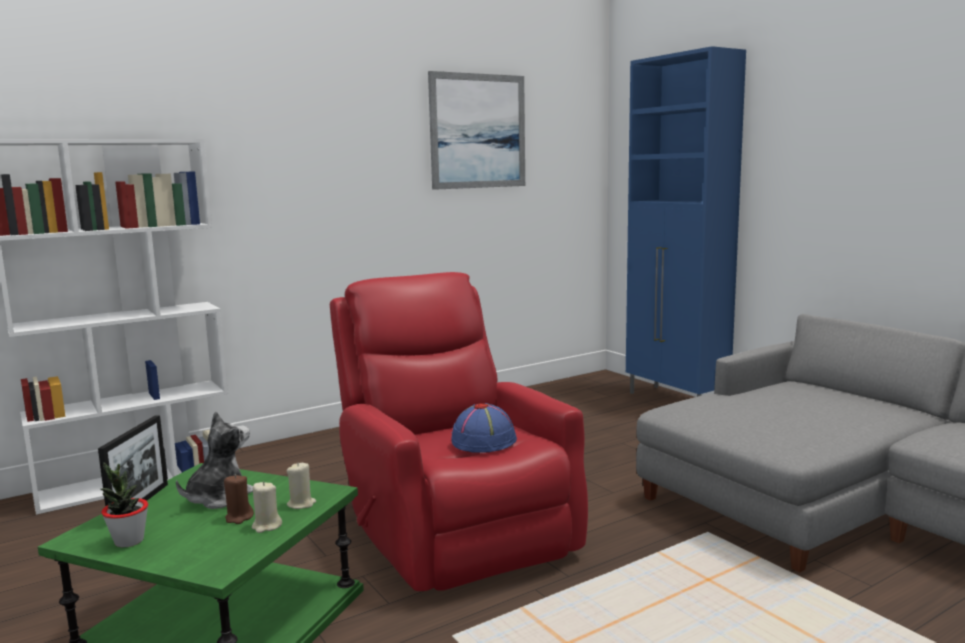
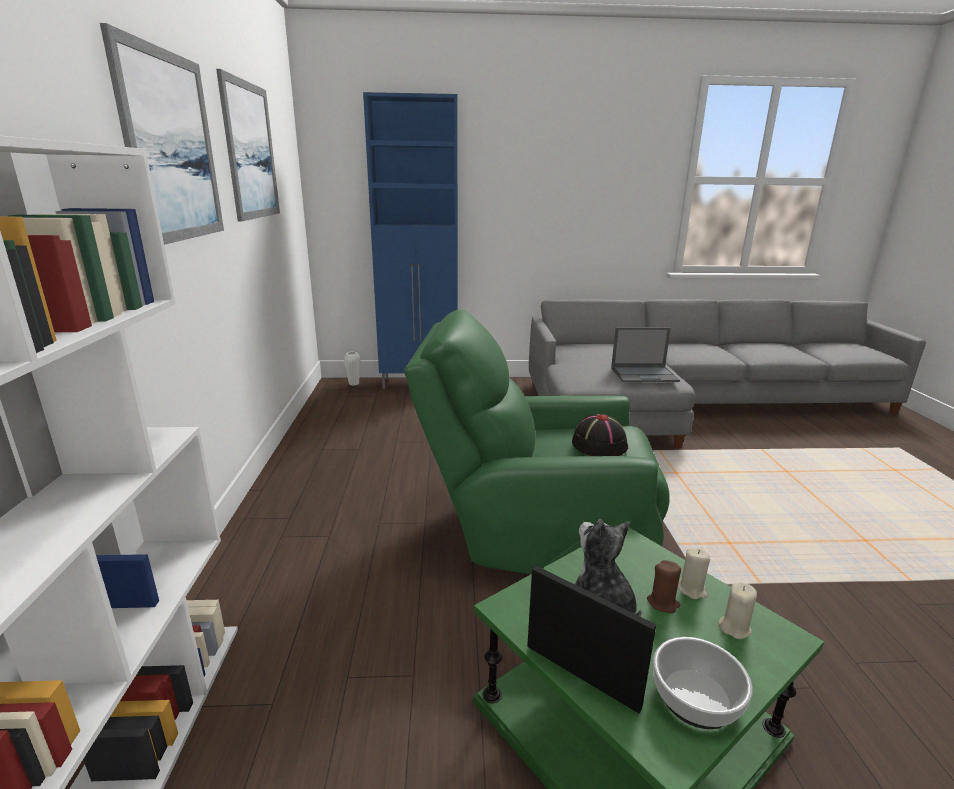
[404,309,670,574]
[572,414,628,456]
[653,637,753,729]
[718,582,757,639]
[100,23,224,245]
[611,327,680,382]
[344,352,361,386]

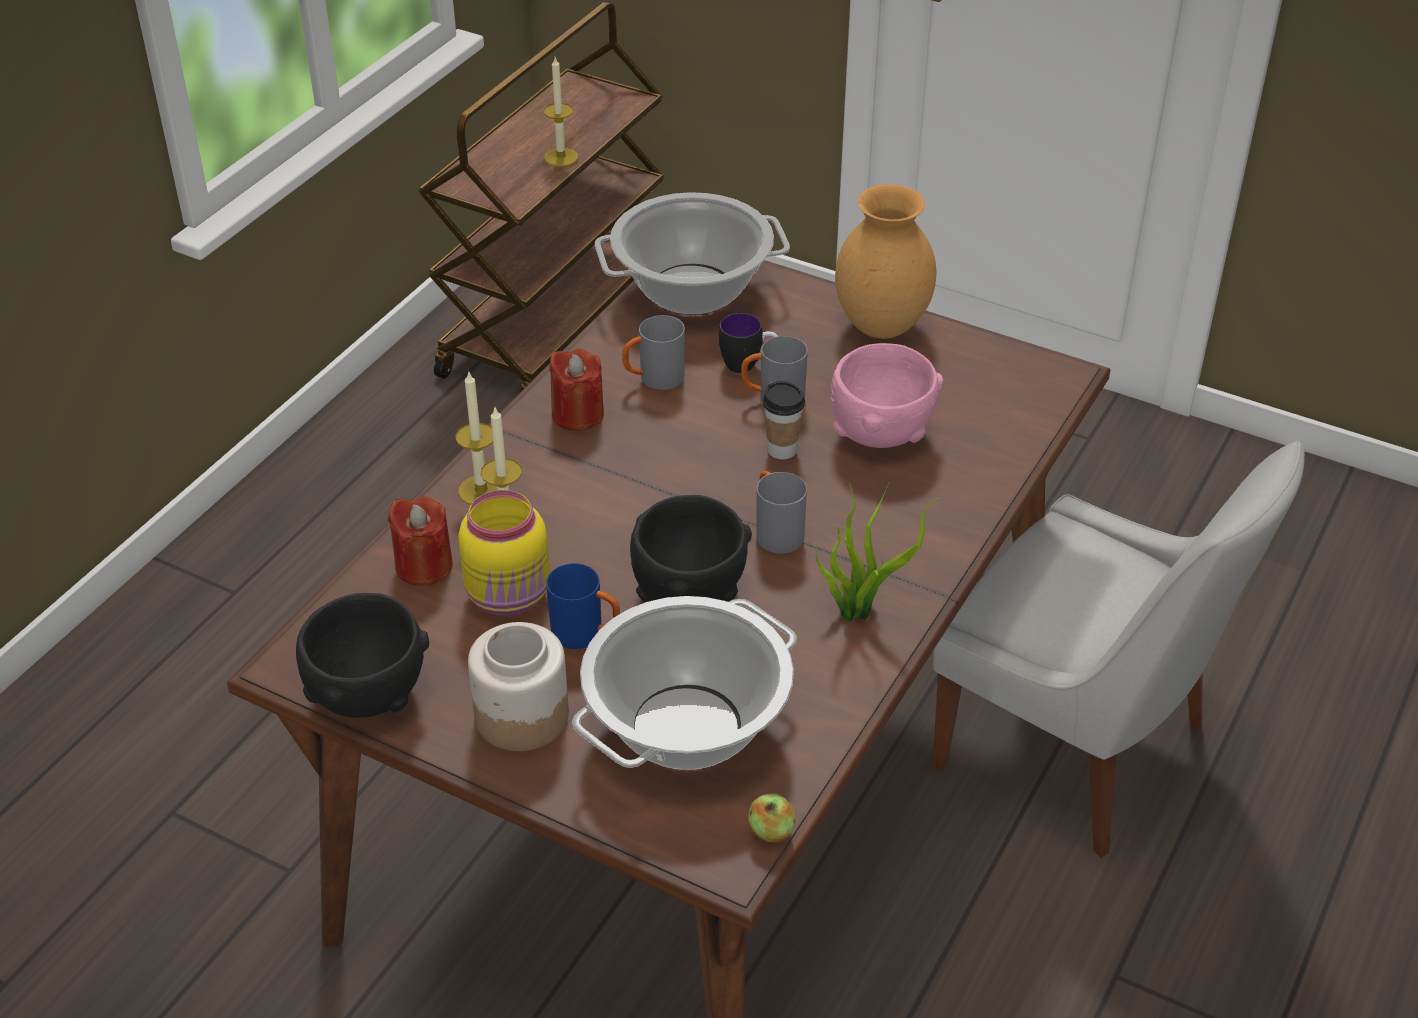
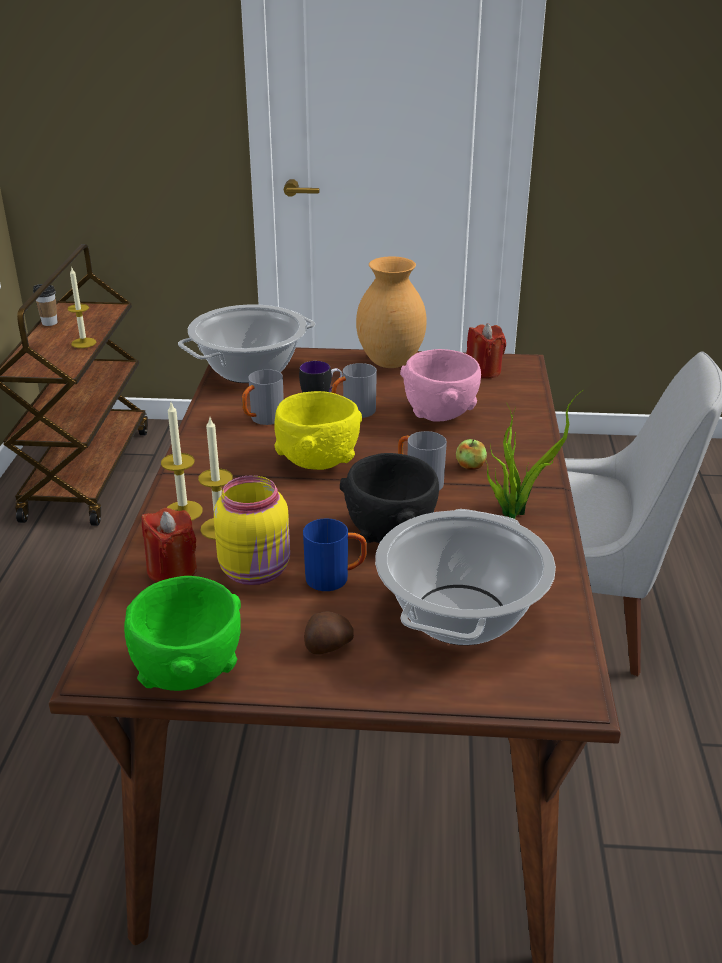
[466,324,506,379]
[33,284,58,326]
[124,576,241,691]
[304,611,354,655]
[456,439,487,470]
[274,391,362,470]

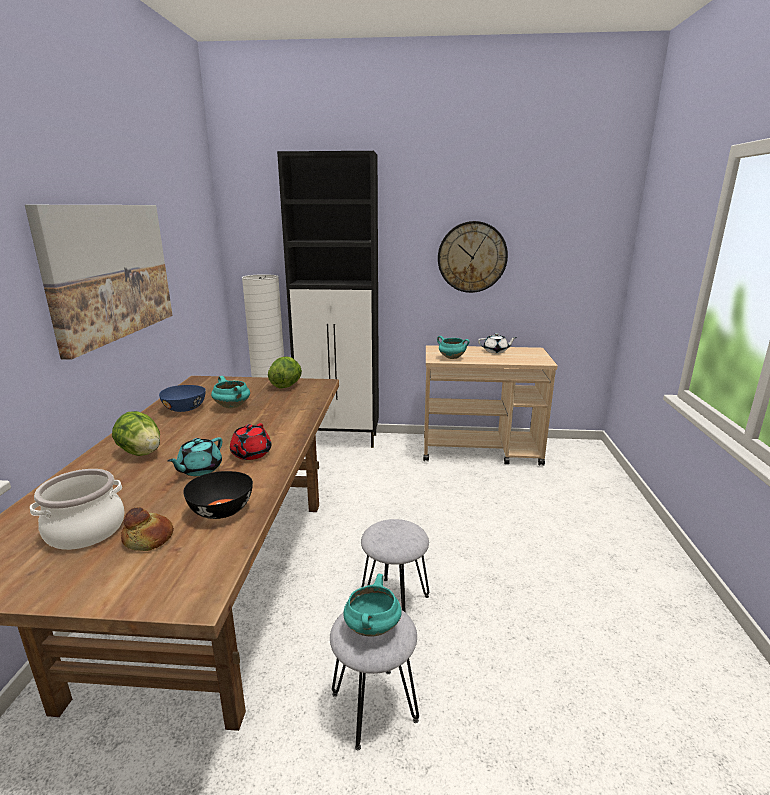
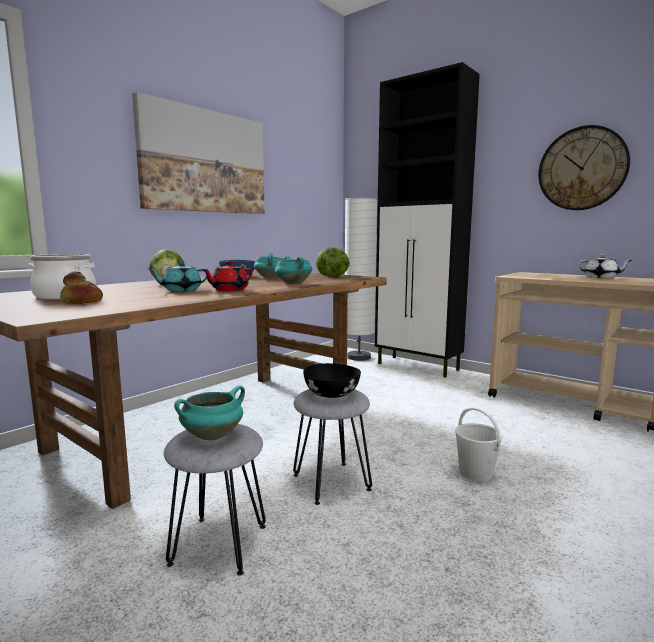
[275,256,312,284]
[303,363,361,398]
[455,406,503,481]

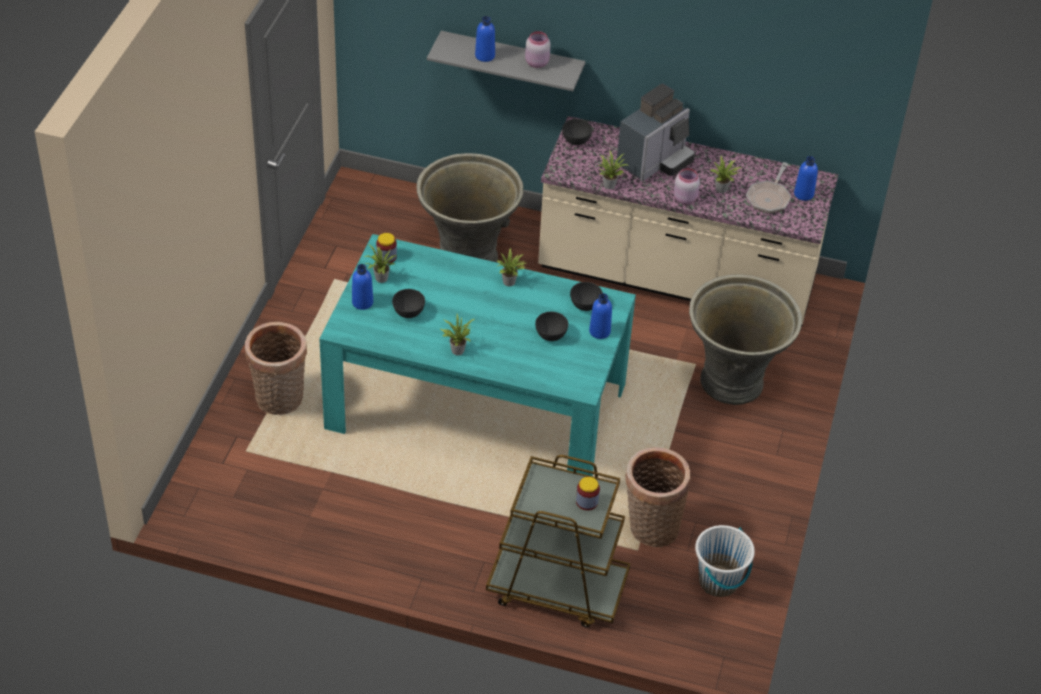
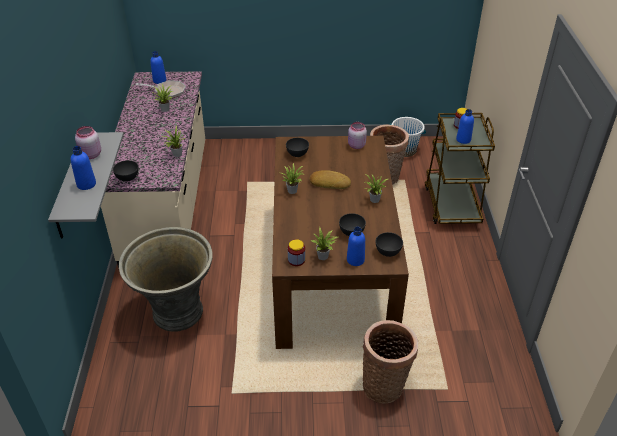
[617,83,695,181] (first image)
[348,122,367,149]
[272,136,409,349]
[689,274,802,405] (first image)
[456,109,474,144]
[376,232,403,257]
[309,170,351,189]

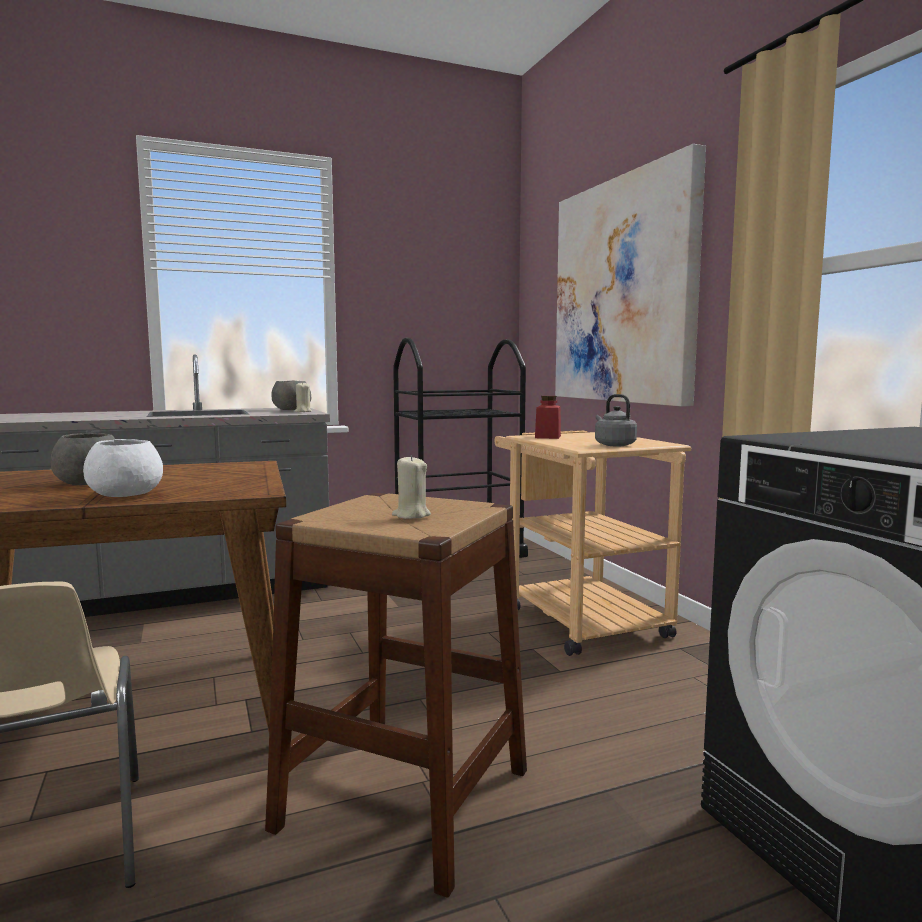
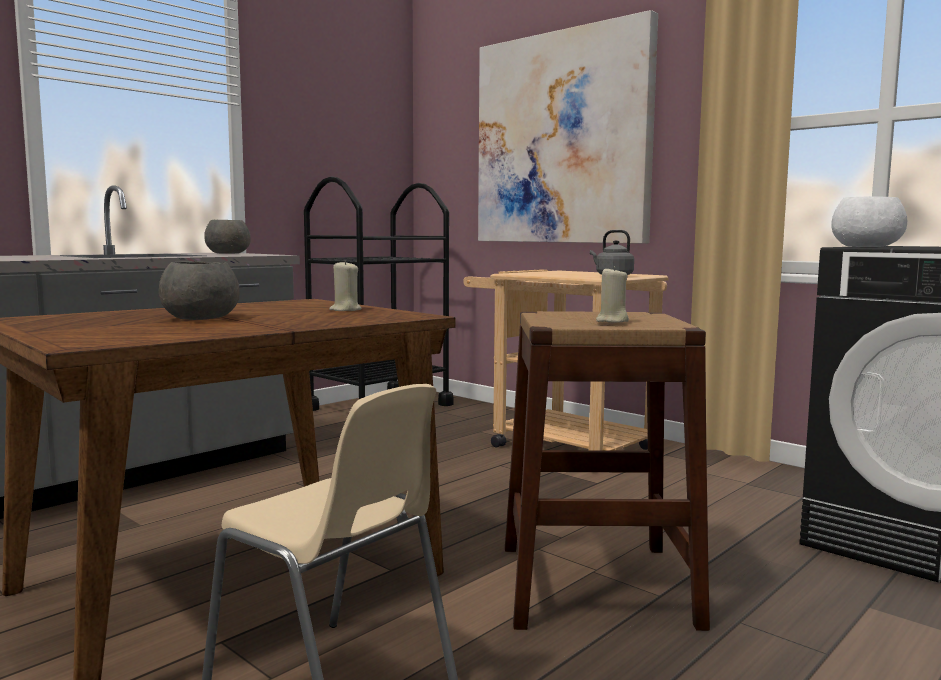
[329,260,362,311]
[535,396,561,439] (first image)
[831,196,907,247]

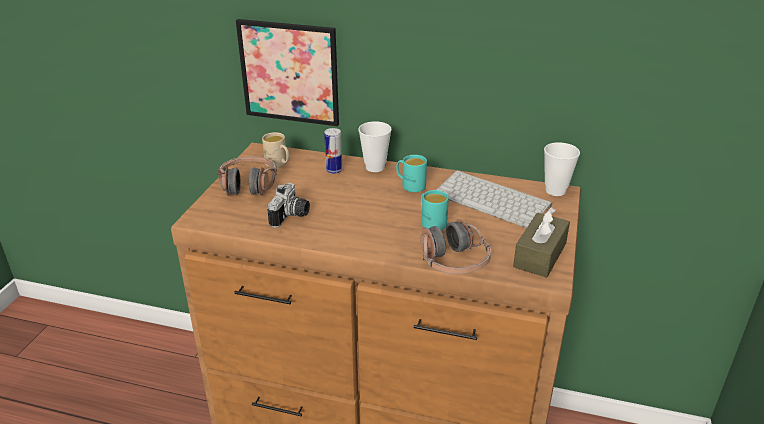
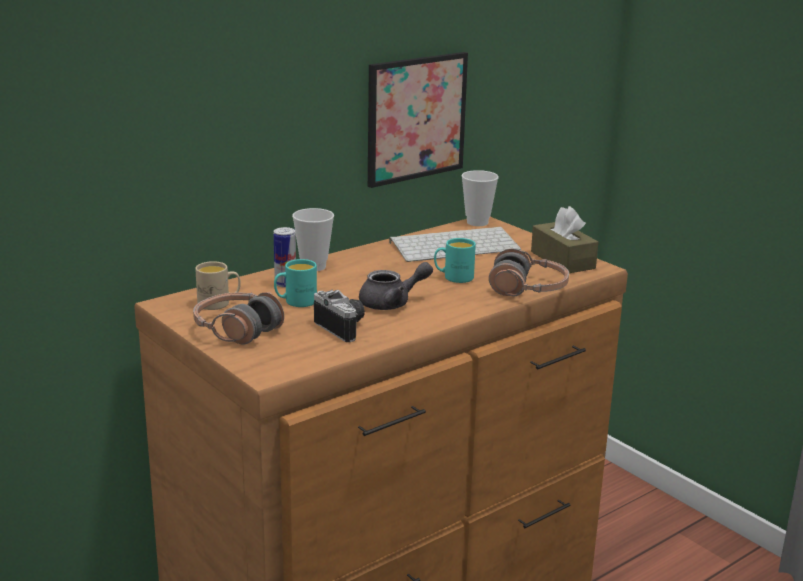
[368,52,468,188]
[274,259,317,307]
[359,262,433,310]

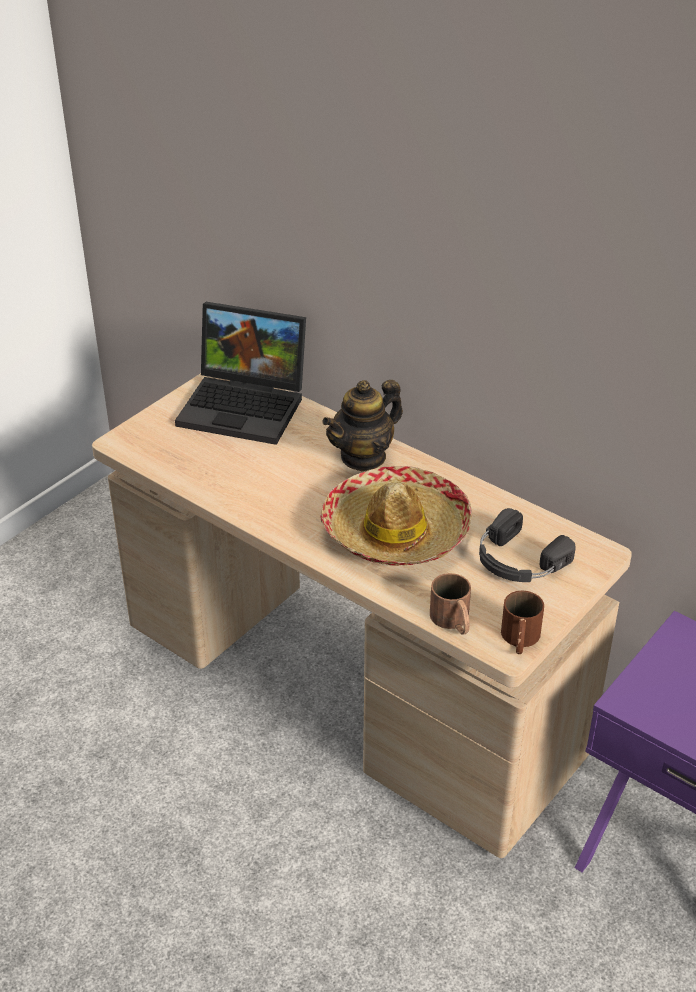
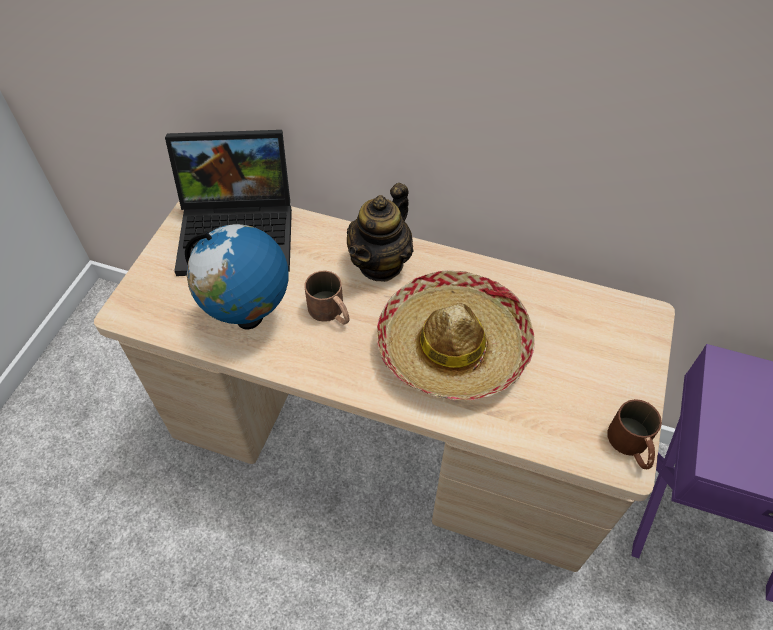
[479,508,575,582] (first image)
[305,270,350,325]
[185,224,289,330]

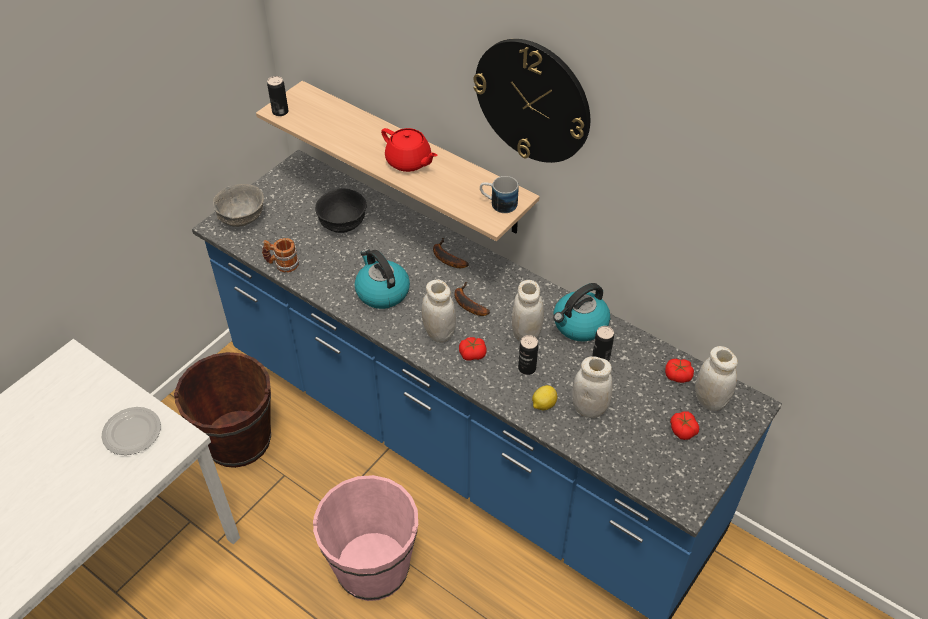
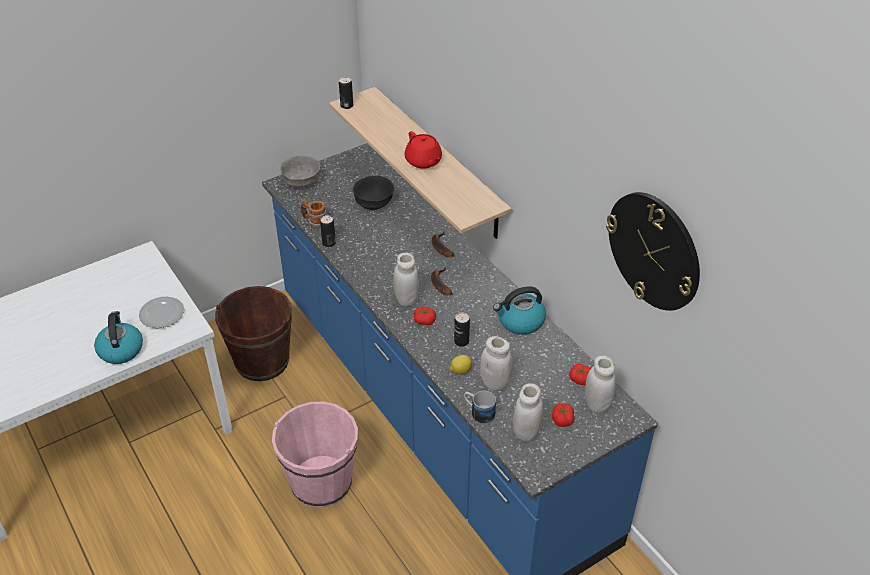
[606,192,700,311]
[464,391,496,424]
[94,311,143,364]
[513,383,543,442]
[320,215,336,247]

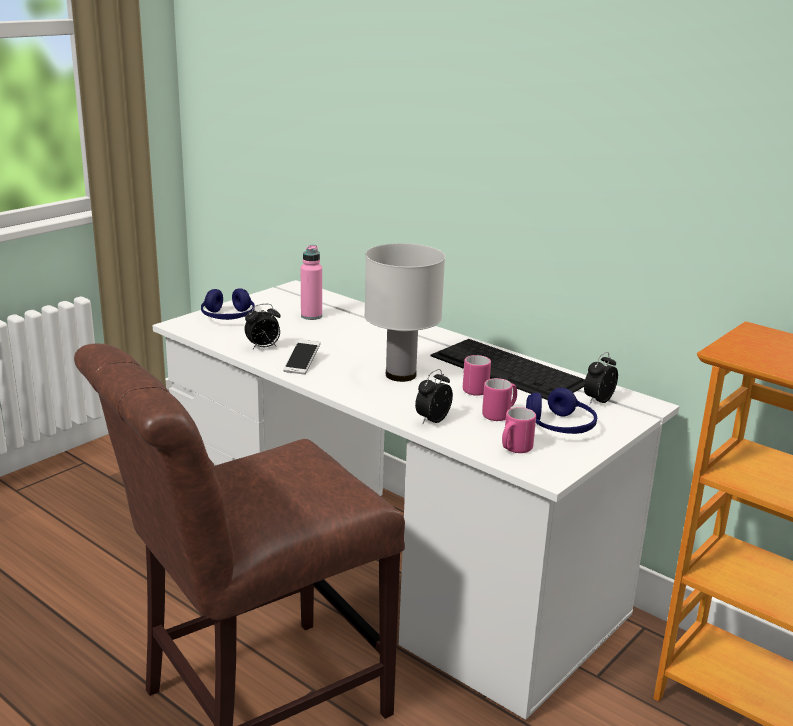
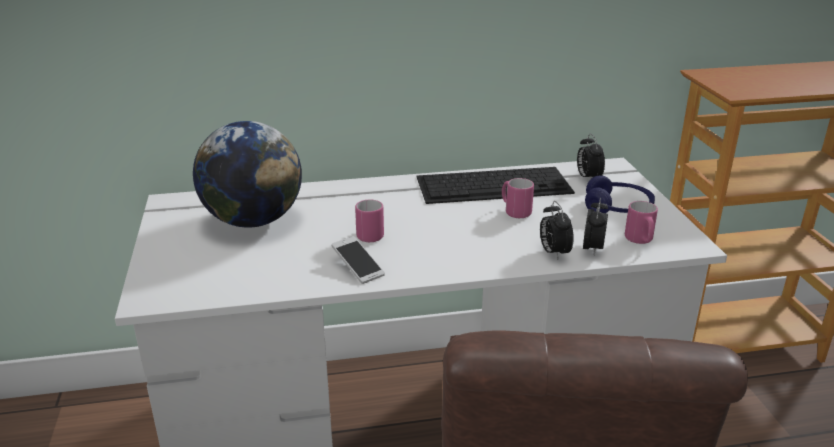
[364,243,445,382] (first image)
[193,121,302,228]
[201,288,255,320] (first image)
[583,198,608,255]
[355,200,384,242]

